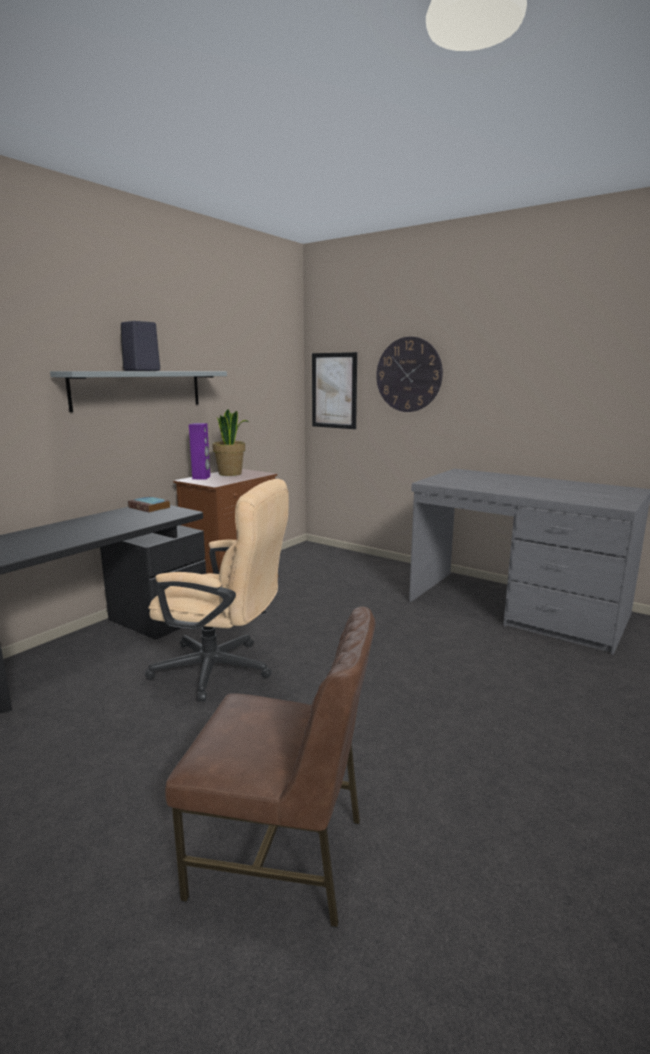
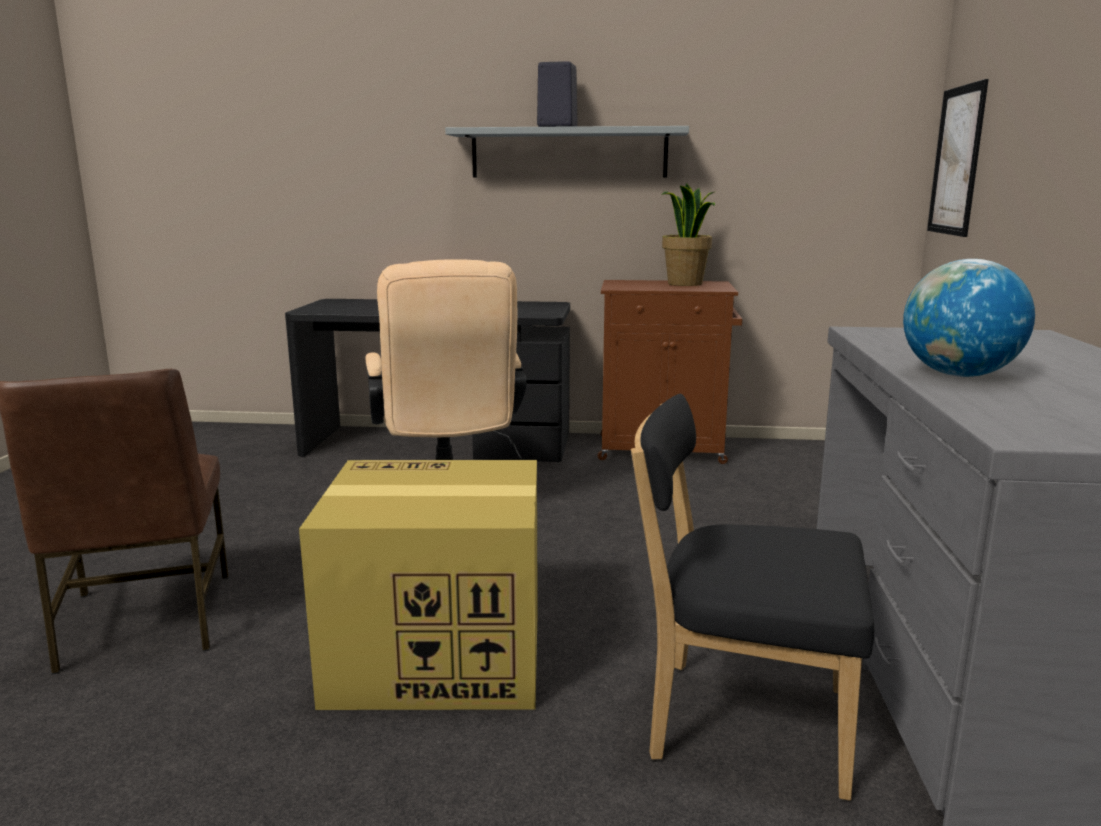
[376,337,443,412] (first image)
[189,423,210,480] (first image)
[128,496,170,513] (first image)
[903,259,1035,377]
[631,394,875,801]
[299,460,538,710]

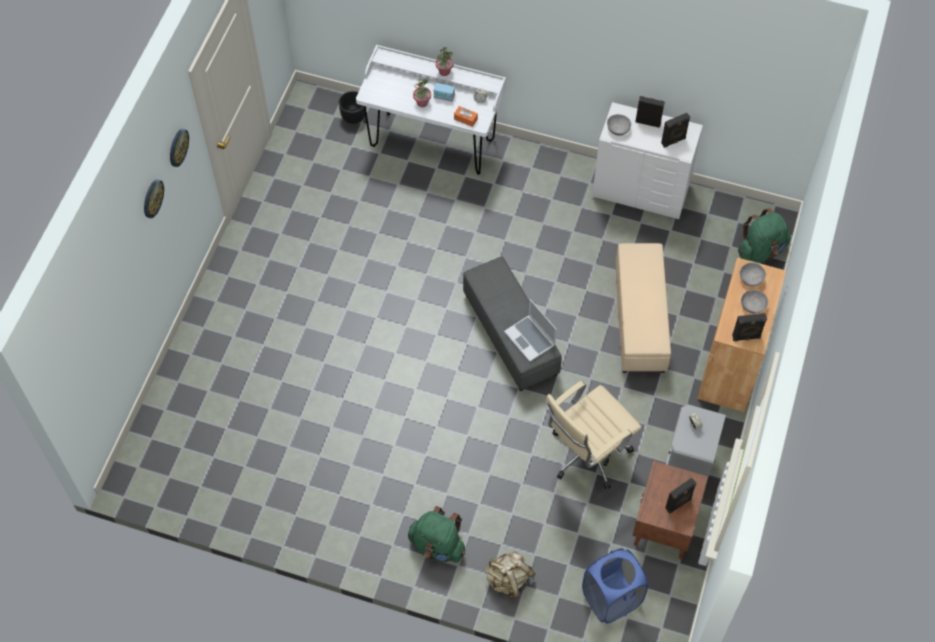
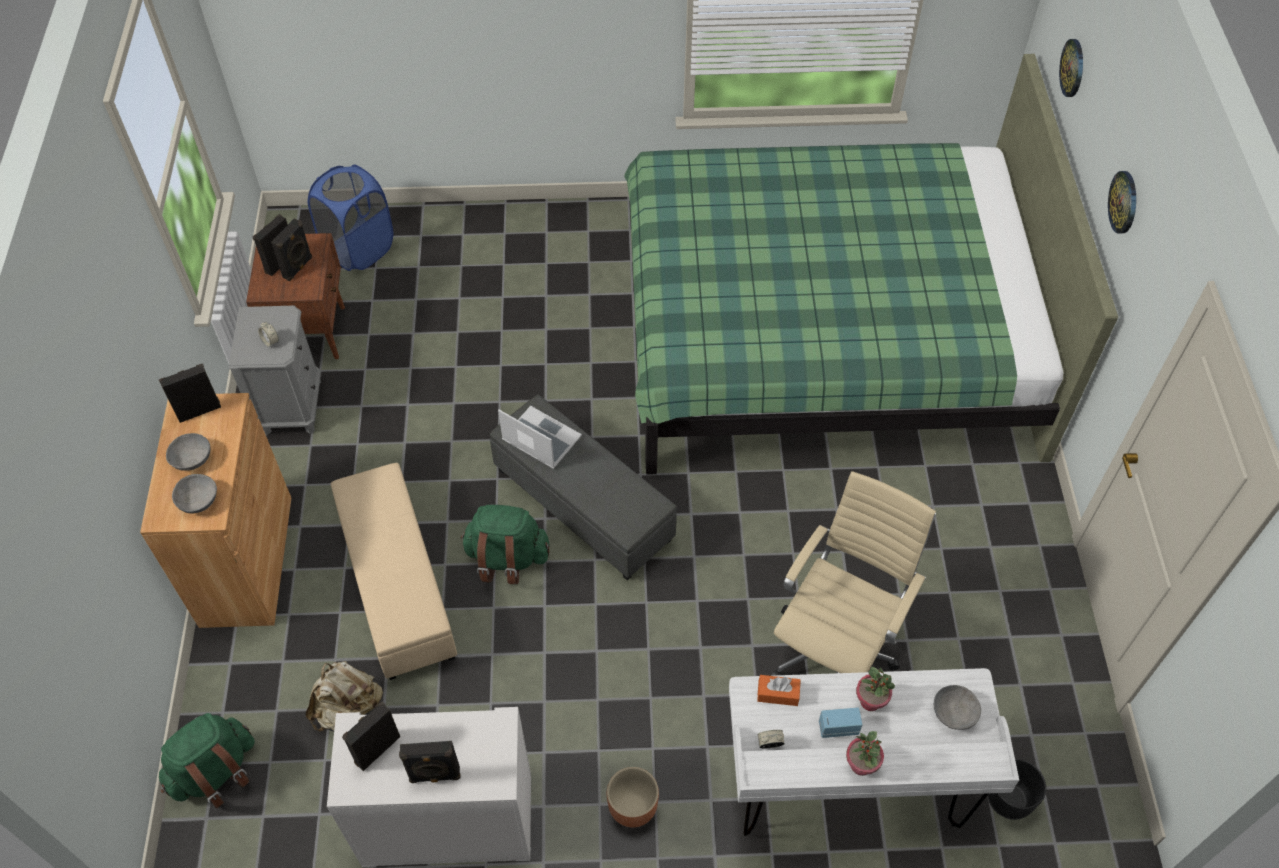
[934,685,981,730]
[1059,39,1083,97]
[771,471,936,676]
[461,504,550,584]
[306,661,383,732]
[625,54,1118,475]
[271,219,312,281]
[607,767,659,828]

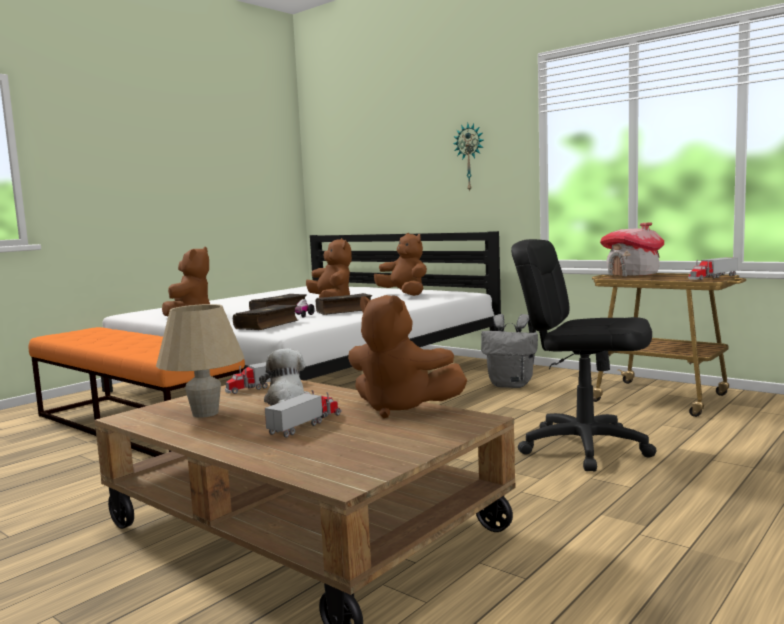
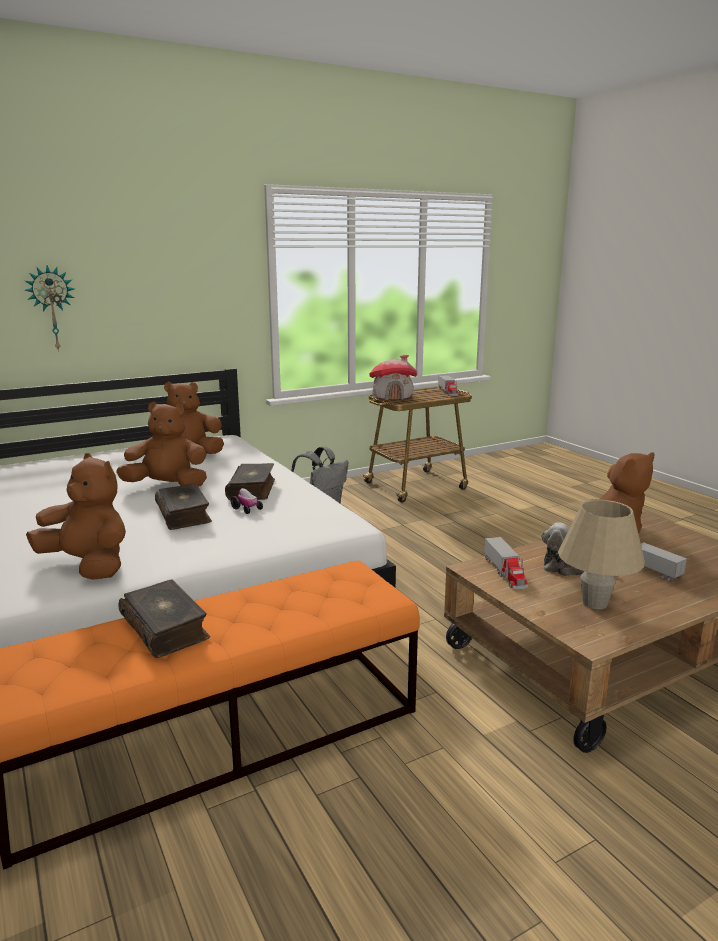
[24,265,74,352]
[511,239,657,471] (first image)
[118,579,210,658]

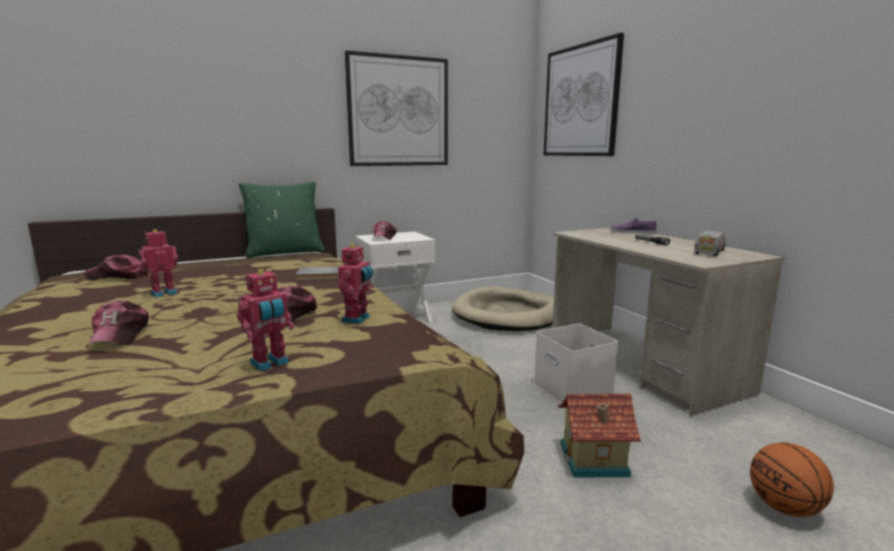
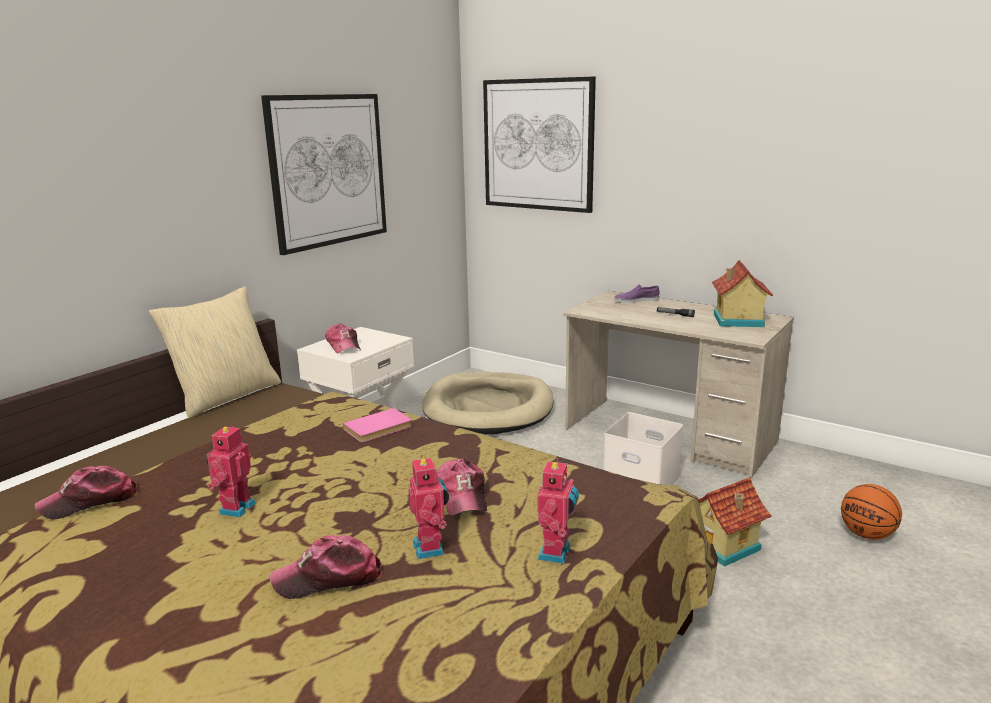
[149,287,281,419]
[712,260,773,327]
[409,455,449,559]
[343,408,412,442]
[270,535,382,599]

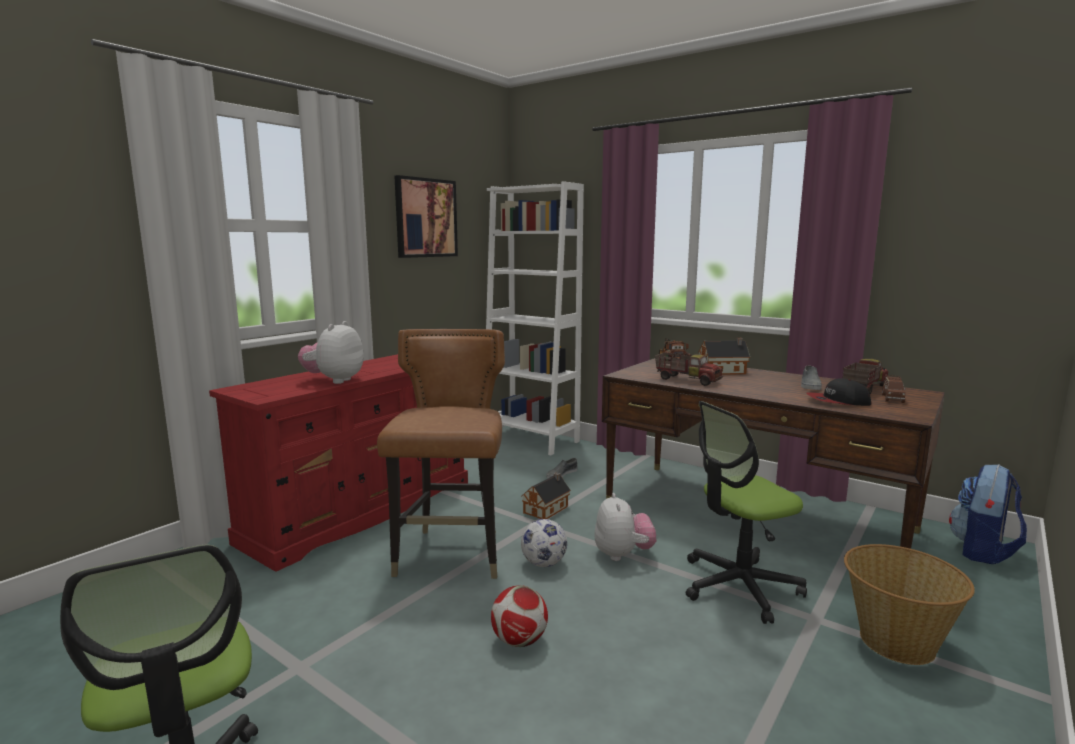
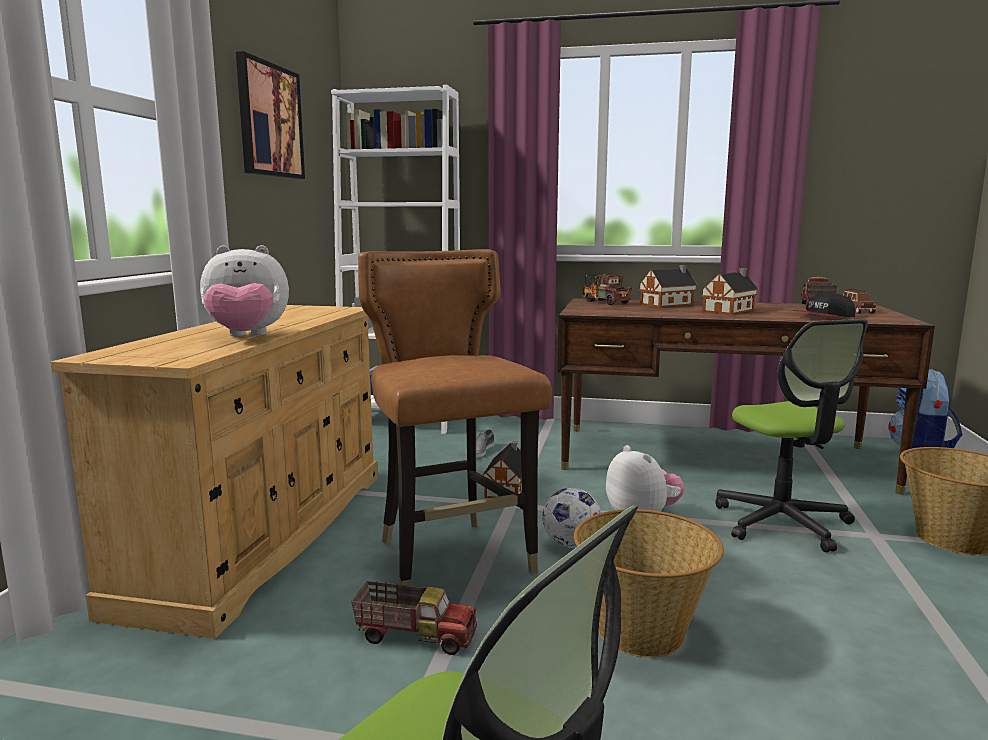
[200,245,289,336]
[351,581,477,655]
[50,305,378,639]
[801,365,822,390] (first image)
[715,319,868,552]
[574,509,724,657]
[701,268,759,315]

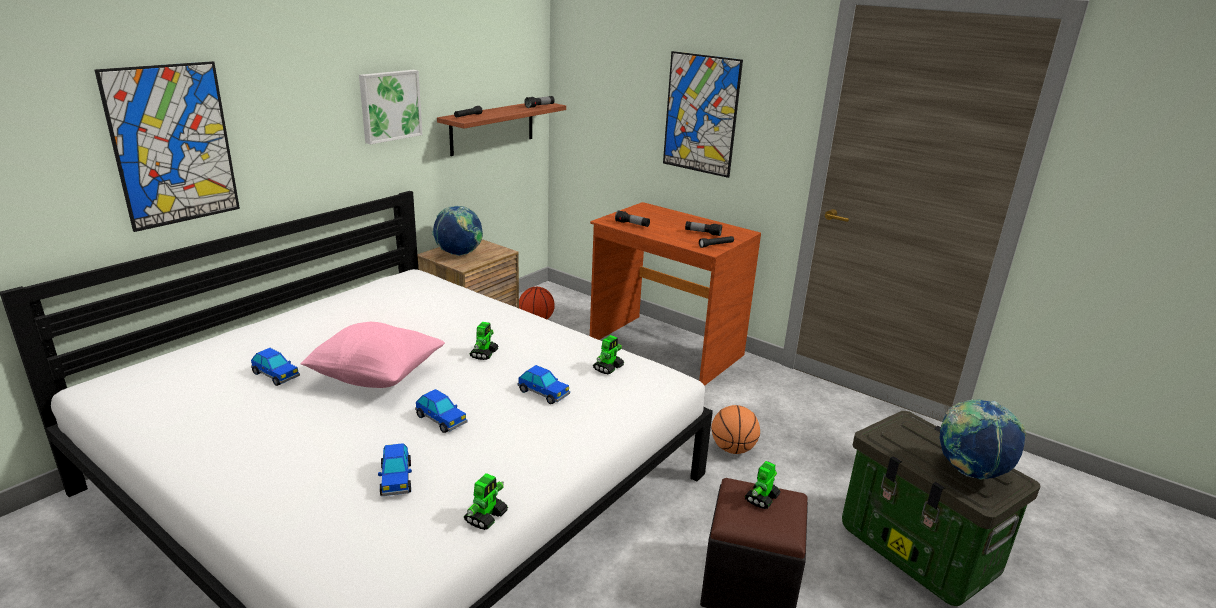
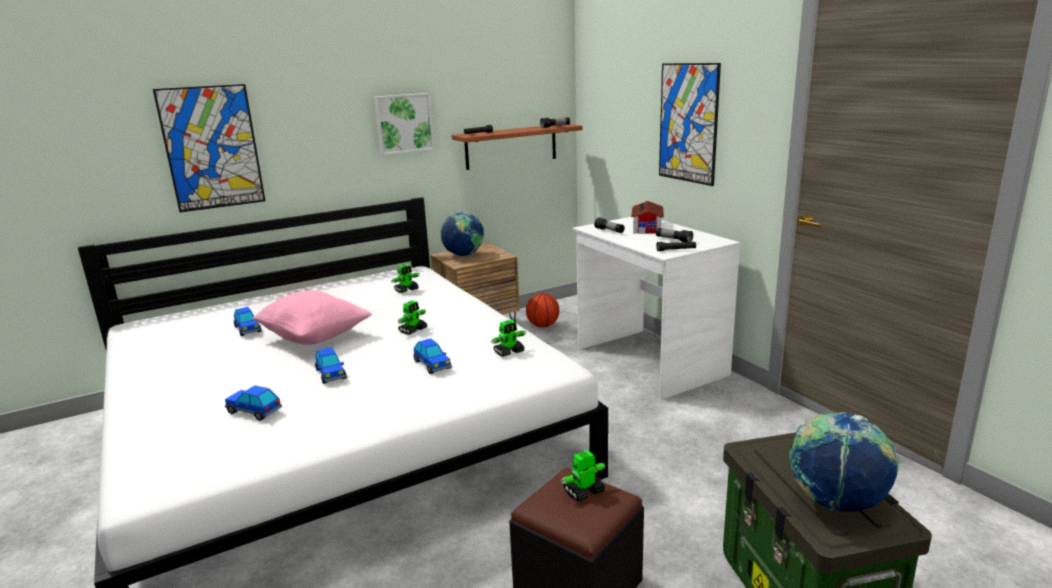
[573,217,740,400]
[711,405,760,454] (first image)
[225,385,282,421]
[392,264,419,293]
[631,201,664,234]

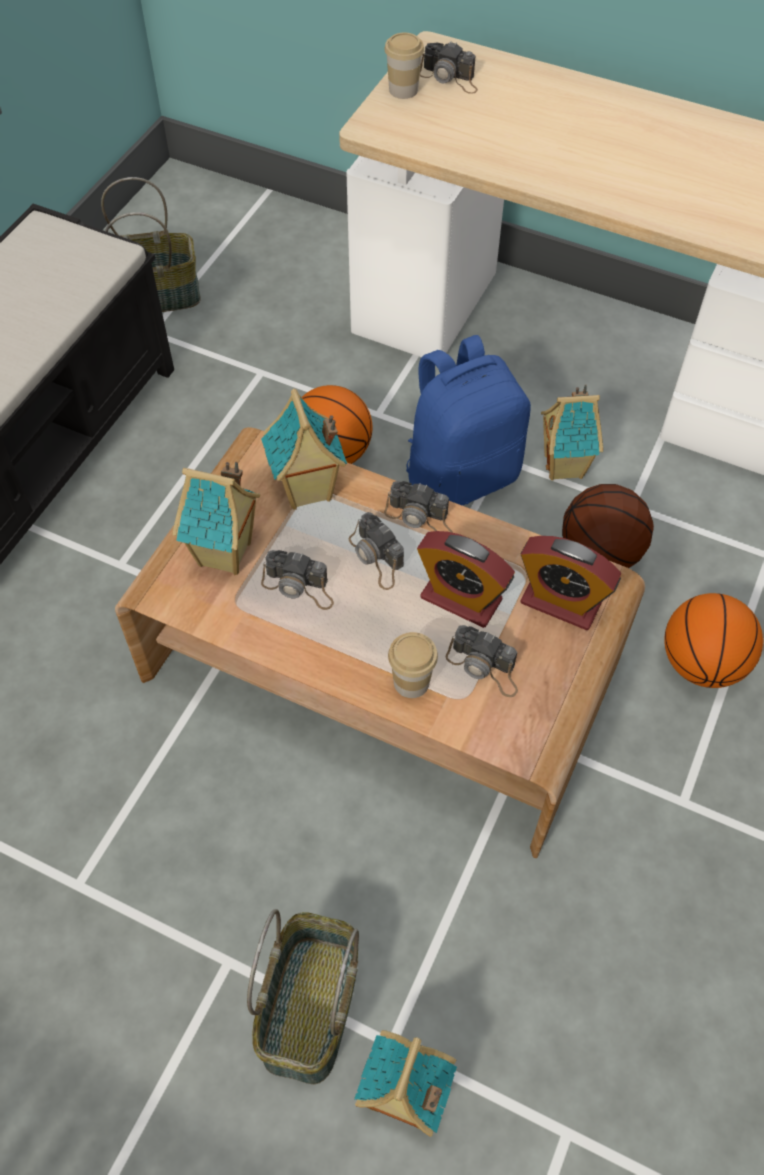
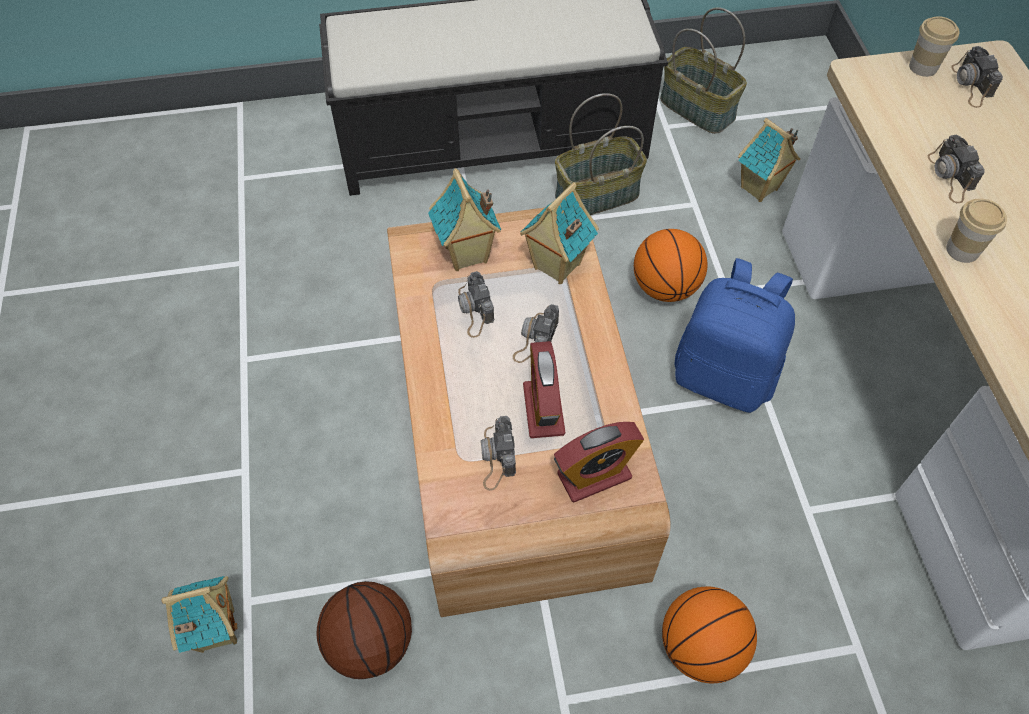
[738,118,800,202]
[928,135,985,203]
[317,581,412,679]
[554,422,644,502]
[946,199,1007,263]
[555,93,647,215]

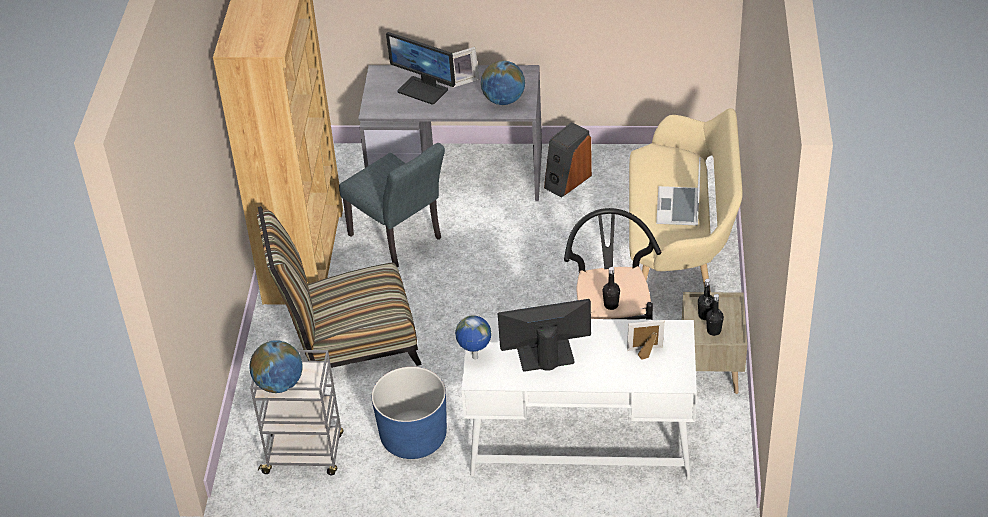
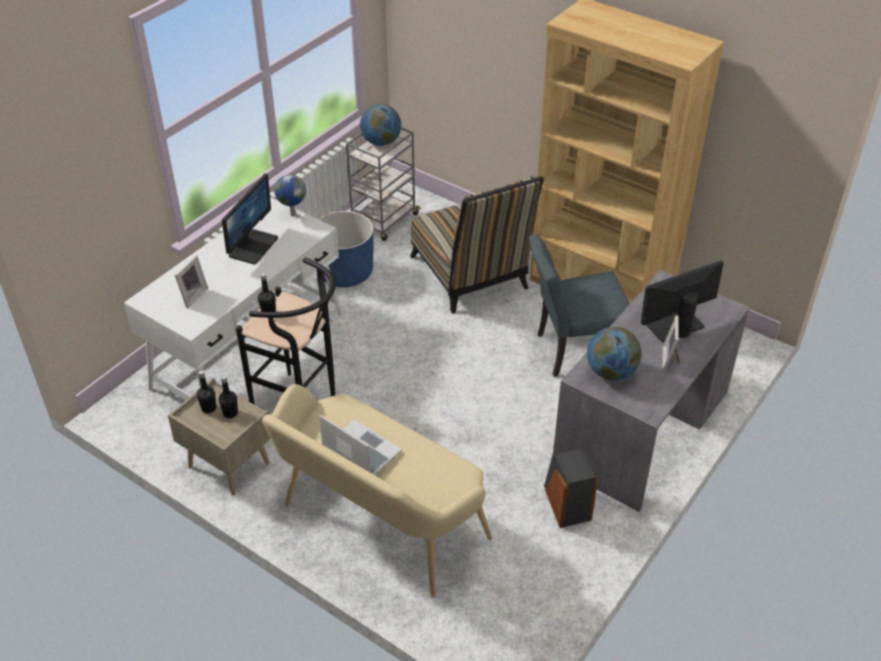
[410,176,544,314]

